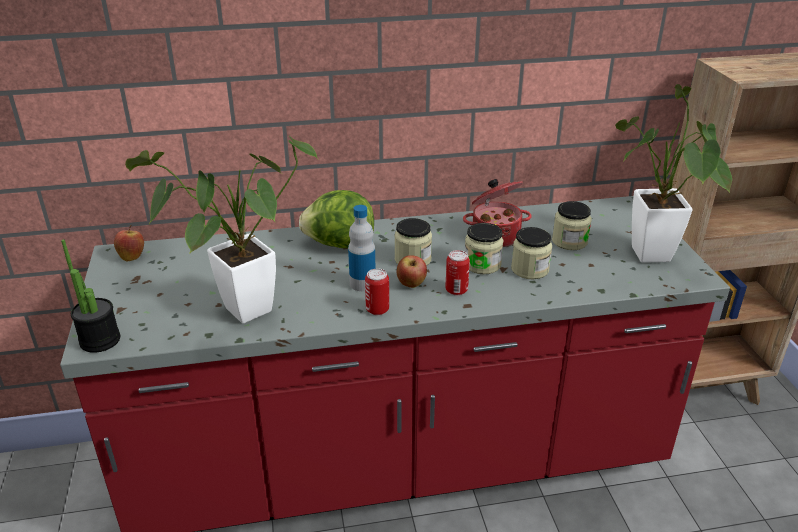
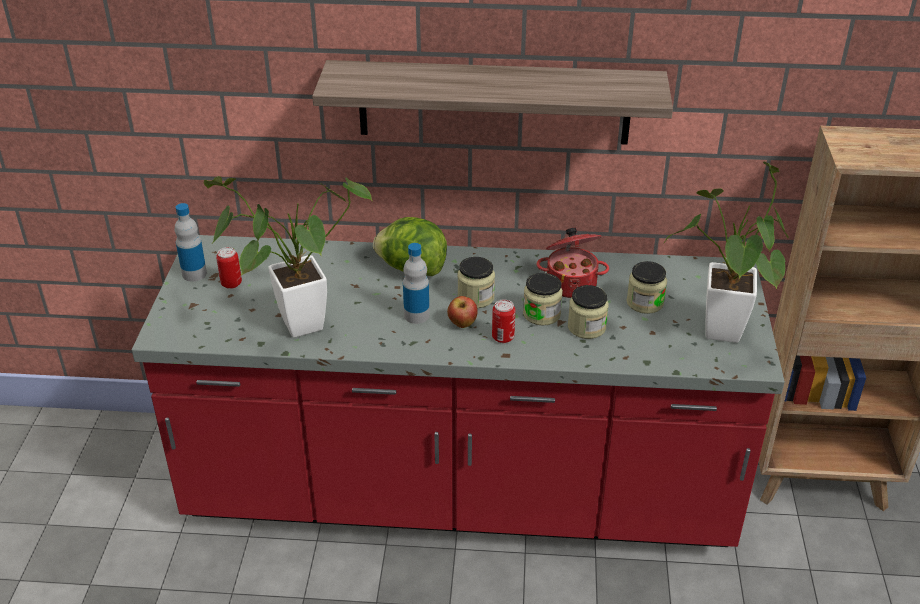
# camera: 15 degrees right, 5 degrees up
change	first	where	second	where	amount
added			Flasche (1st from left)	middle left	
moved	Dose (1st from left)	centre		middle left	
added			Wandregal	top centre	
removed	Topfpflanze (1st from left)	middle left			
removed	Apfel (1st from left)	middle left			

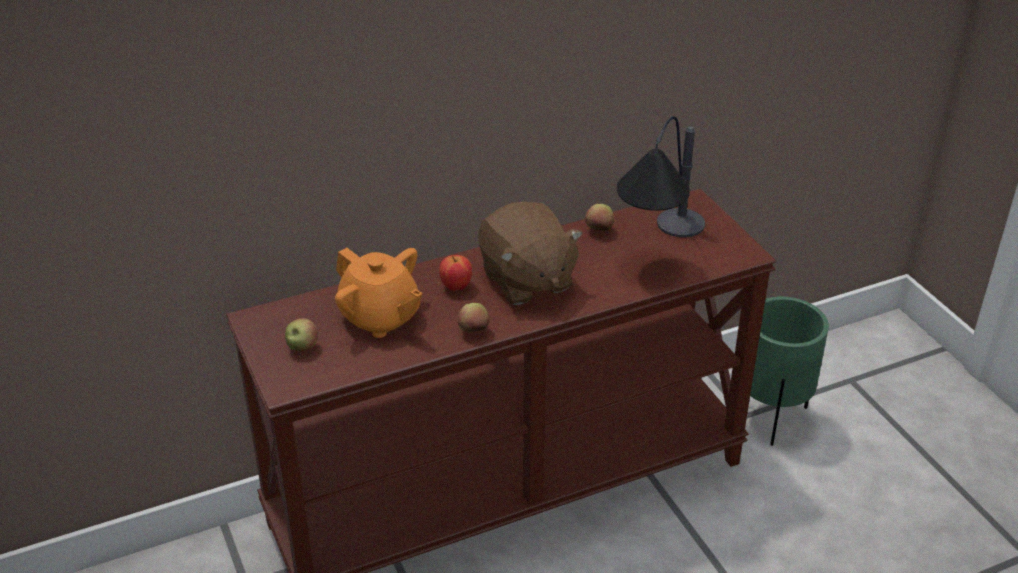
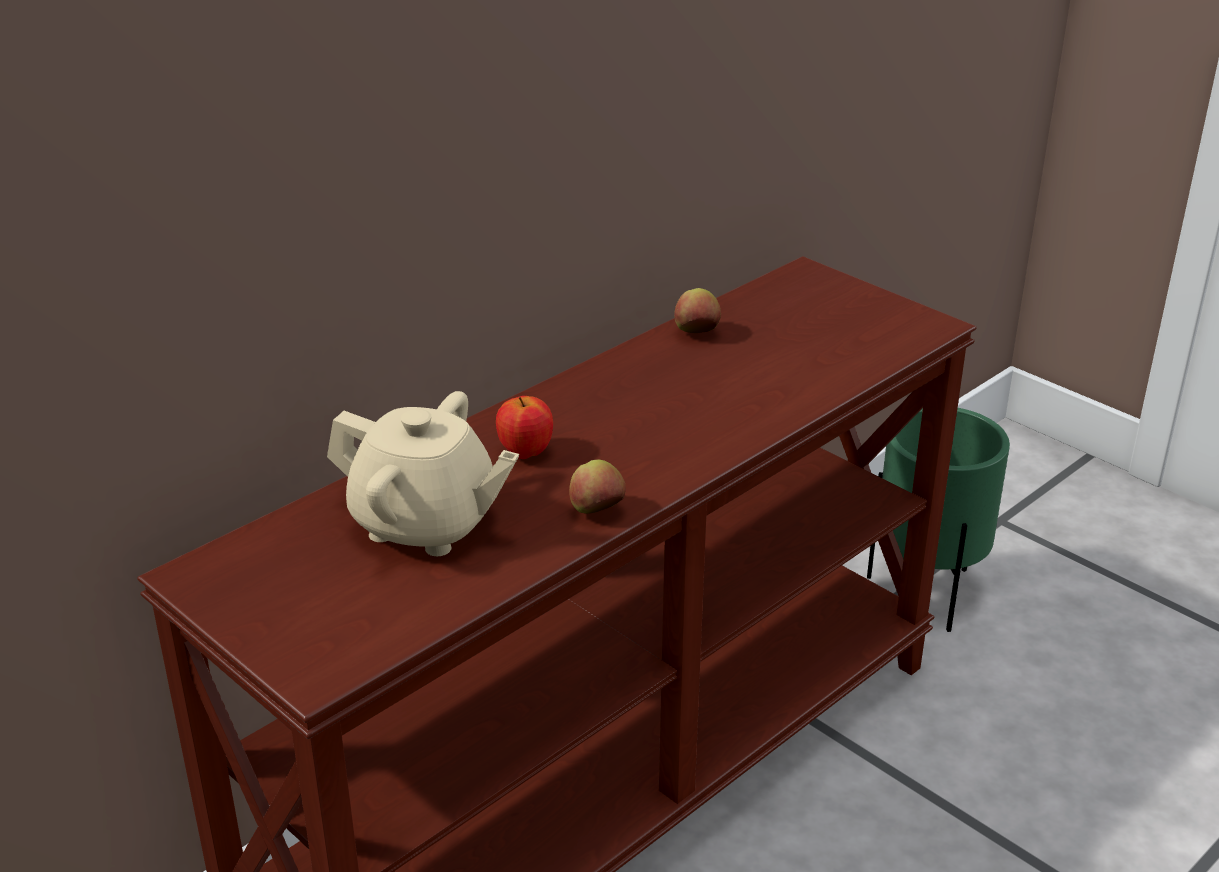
# camera: 20 degrees left, 5 degrees down
change	first	where	second	where	amount
recoloured	Teekanne [orange]	centre	Teekanne [beige]	centre	
removed	Apfel (1st from left)	middle left			
removed	Plüschtier [braun]	centre			
removed	Tischlampe	top centre			

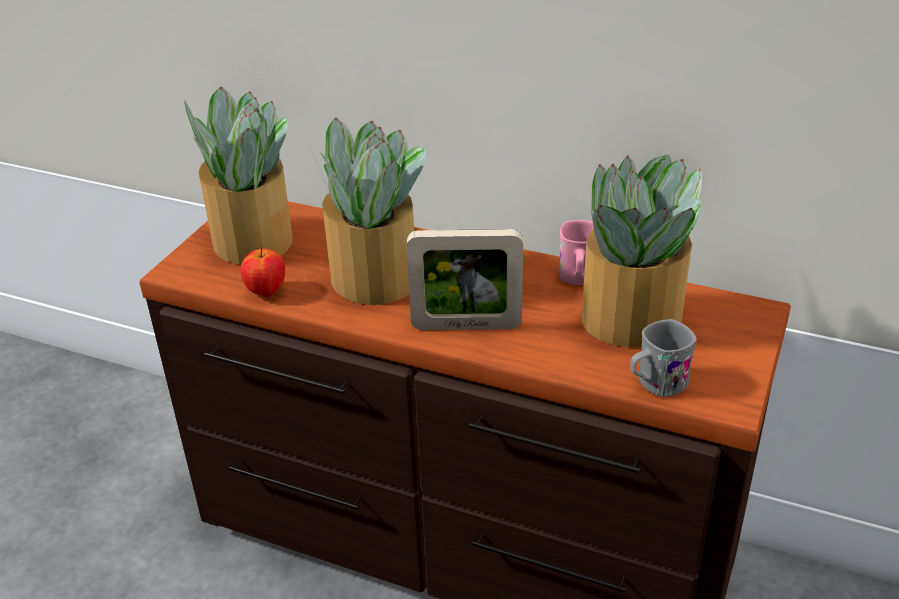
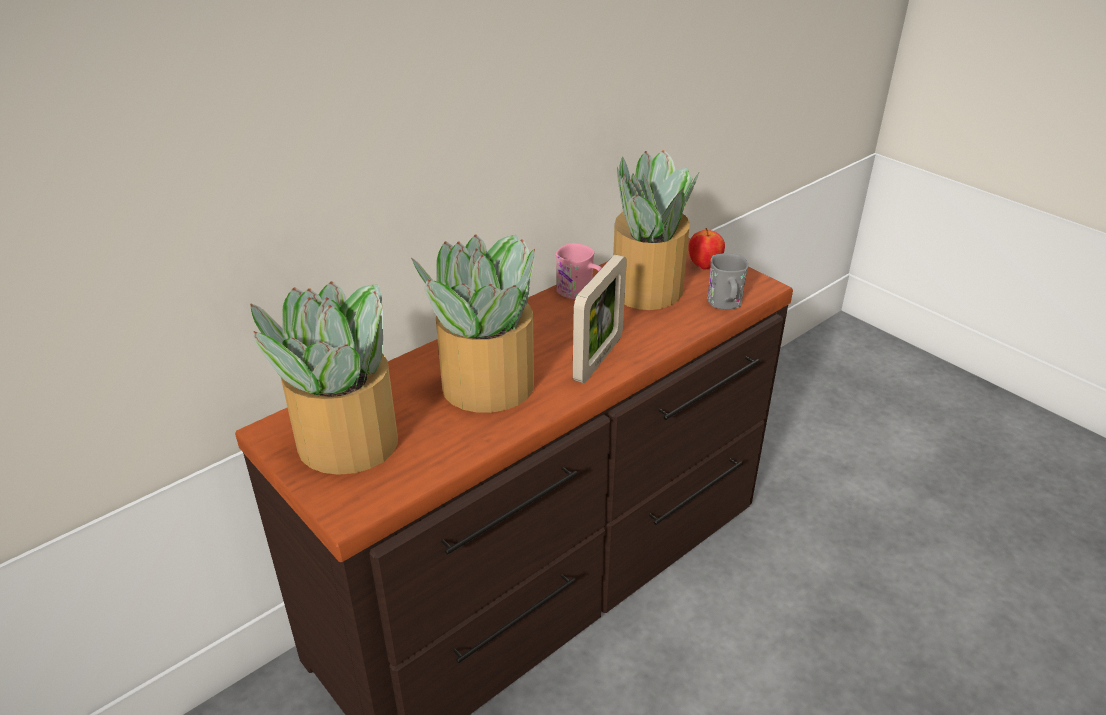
# camera: 65 degrees left, 0 degrees up
change	first	where	second	where	amount
moved	Apfel	middle left		centre	

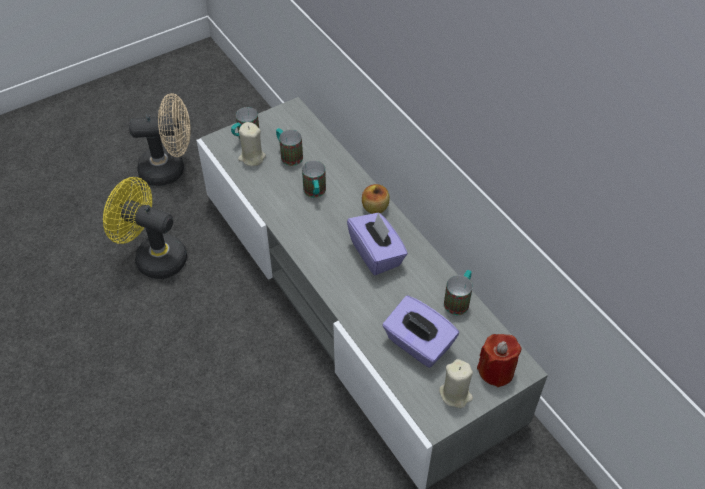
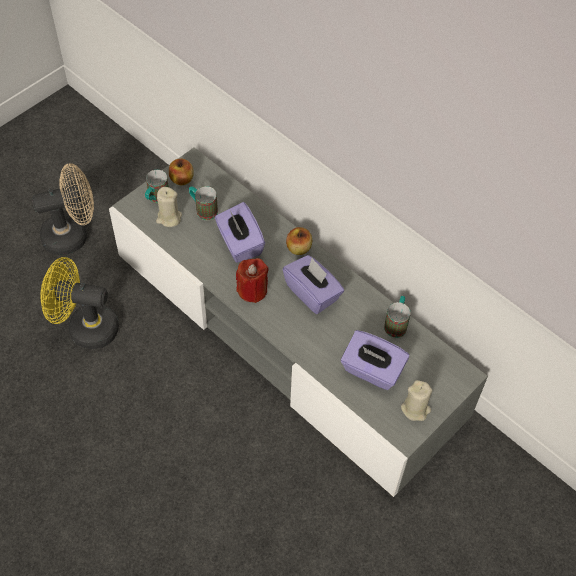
# camera: 15 degrees left, 5 degrees up
change	first	where	second	where	amount
added			Apfel (1st from left)	top left	
replaced	Henkelbecher (3rd from left)	centre	Taschentuchbox [lila] (1st from left)	centre	
moved	Kerze [rot]	bottom right		centre	

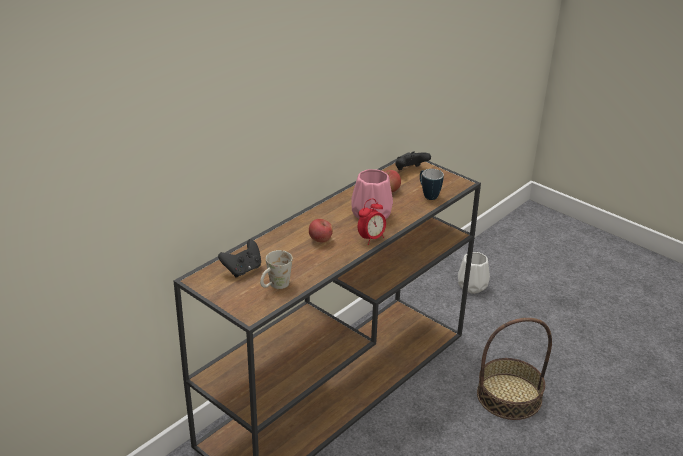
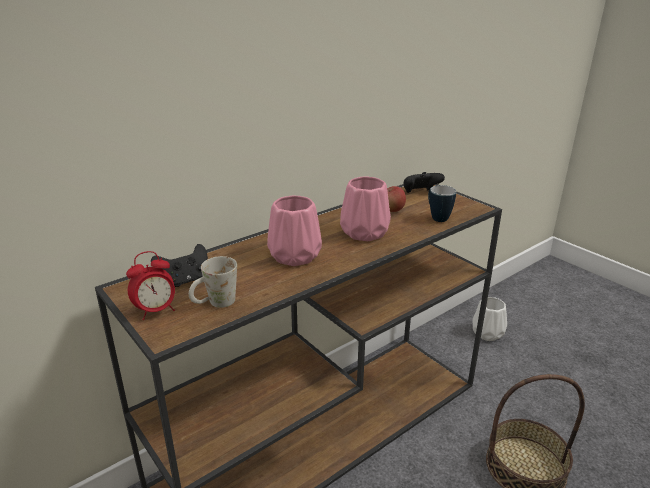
# camera: 10 degrees right, 5 degrees down
change	first	where	second	where	amount
moved	Wecker	centre		middle left	
replaced	Apfel (1st from left)	centre	Vase [rosa] (1st from left)	centre	

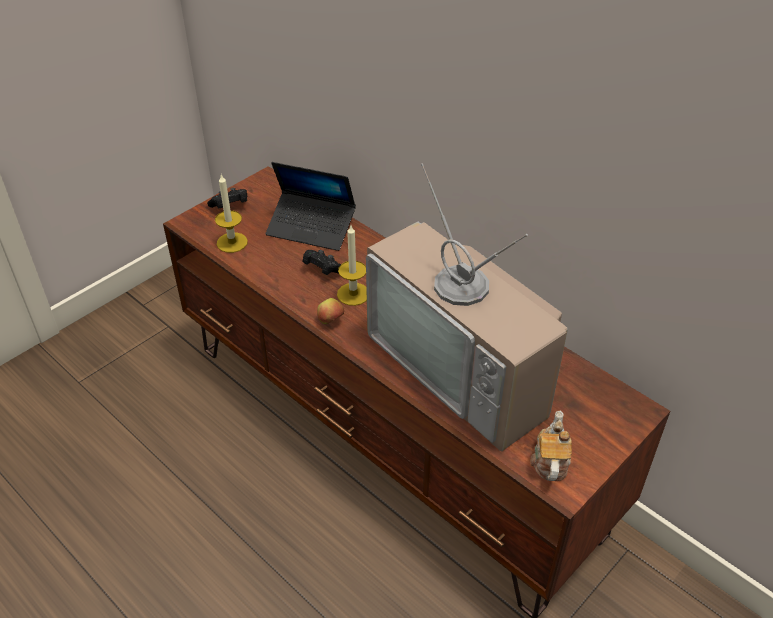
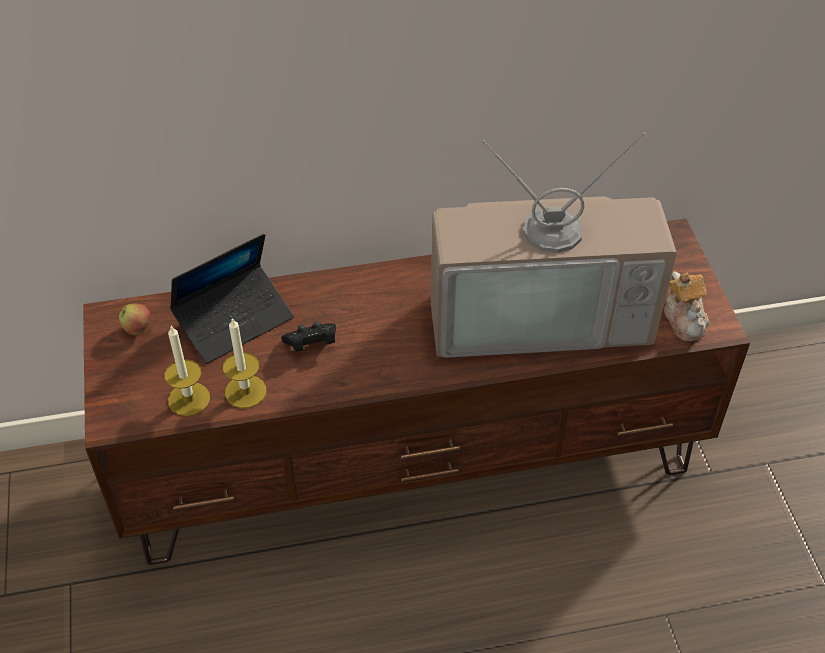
# camera: 55 degrees left, 5 degrees up
change	first	where	second	where	amount
moved	Apfel	centre		middle left	
moved	Kerze (2nd from left)	centre		middle left	
turned	Teekanne	bottom right		middle right	150 degrees counterclockwise
removed	Gamepad [schwarz] (1st from left)	top left			

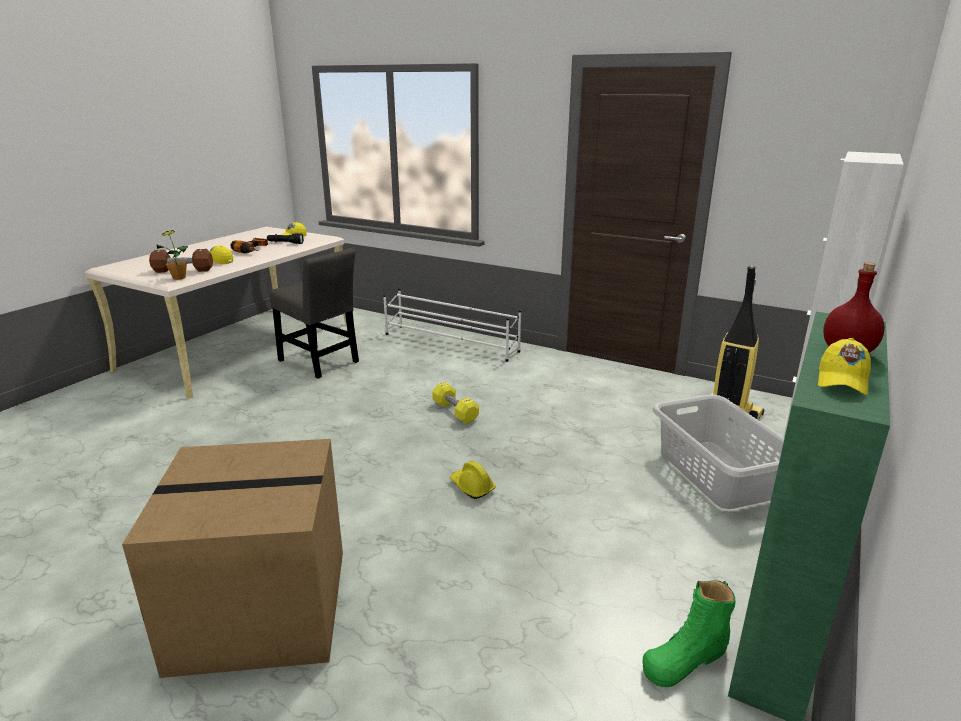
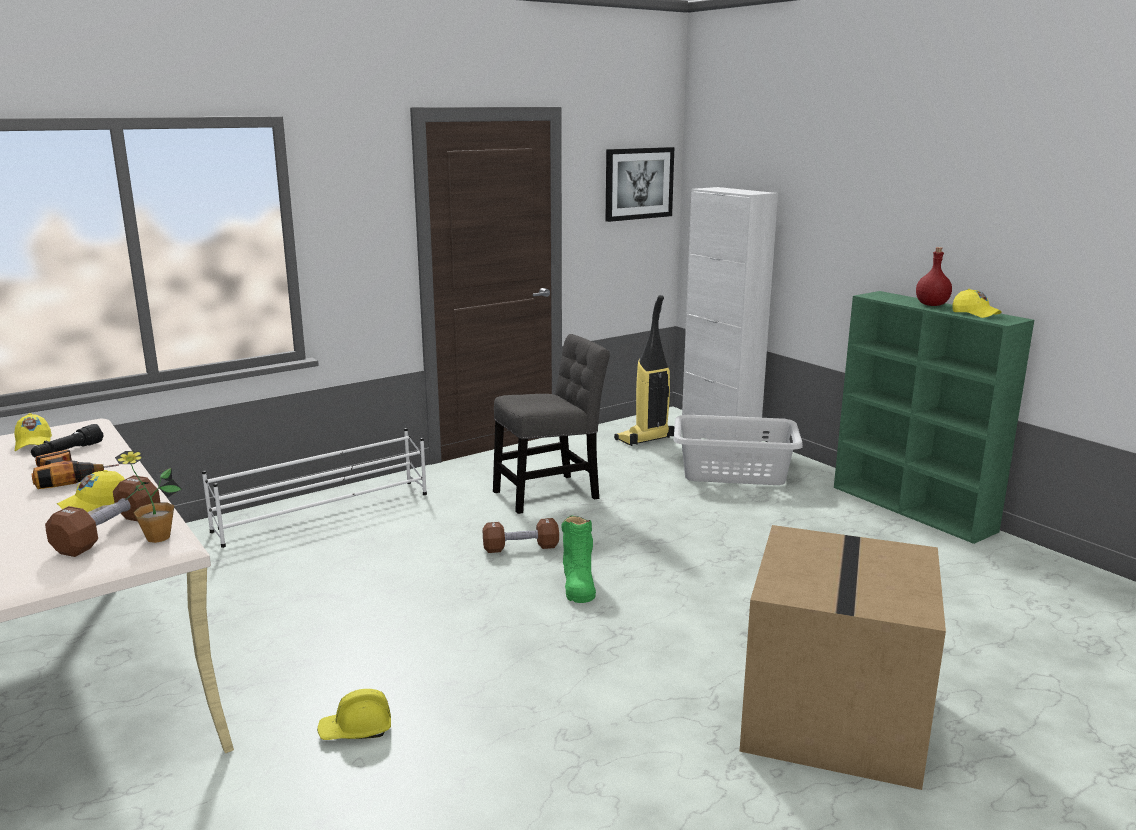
# camera: 65 degrees left, 5 degrees down
change	first	where	second	where	amount
moved	Schutzhelm [gelb]	centre		bottom left	
recoloured	Hantel [gelb]	centre	Hantel [braun] (2nd from left)	centre	
moved	Stuhl [grau]	middle left		centre	
moved	Stiefel [grün]	bottom right		bottom centre	
added			Bild	top centre	

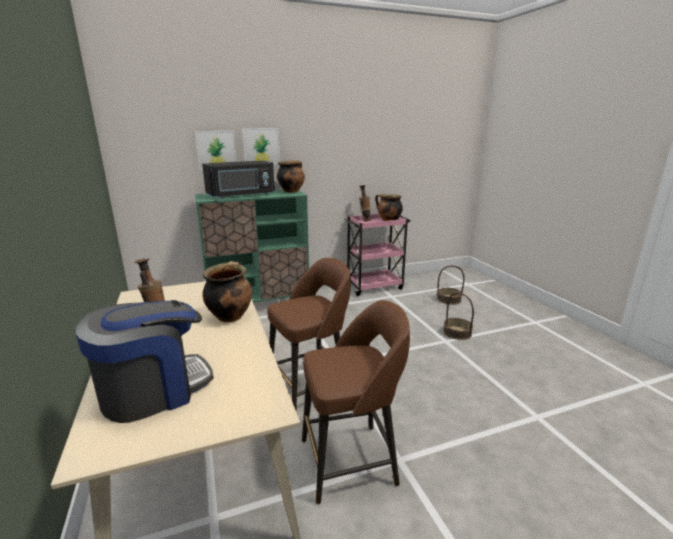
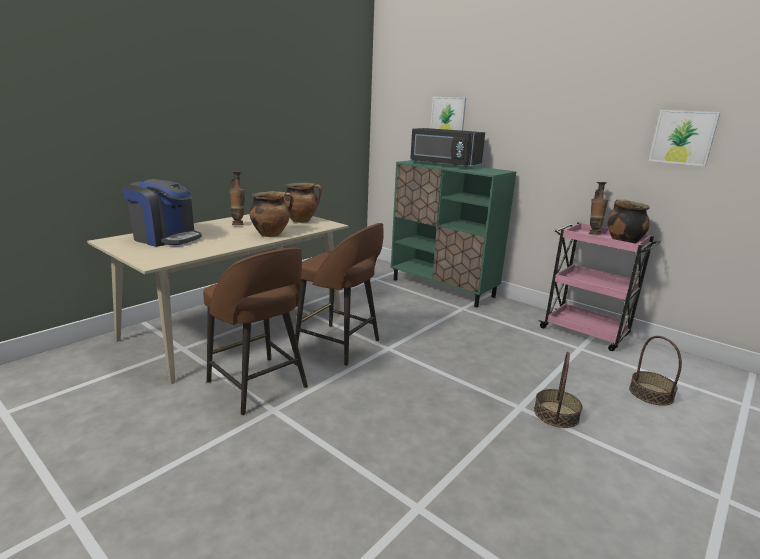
# camera: 60 degrees right, 0 degrees up
change	first	where	second	where	amount
moved	Kochtopf (2nd from left)	top centre		centre	
moved	Bild (2nd from left)	top centre		top right	

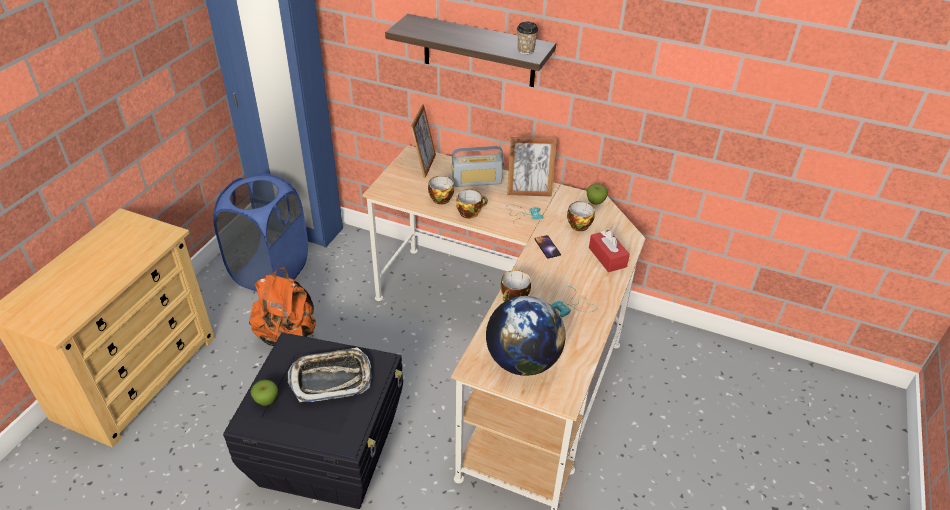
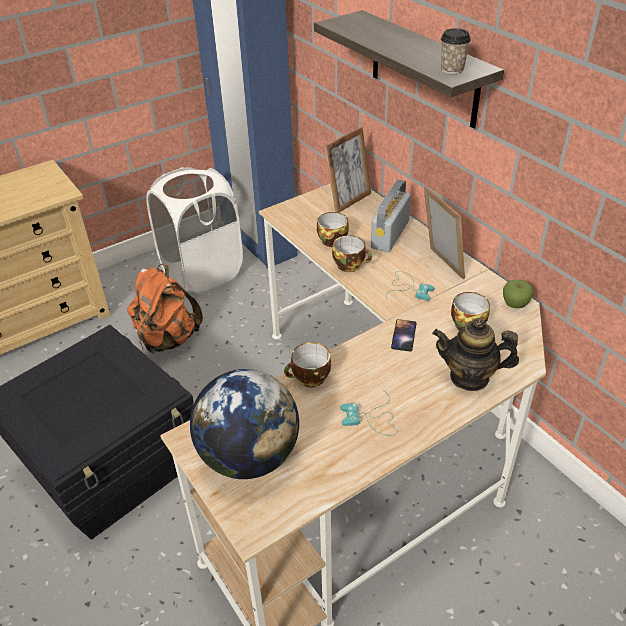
# camera: 35 degrees right, 0 degrees up
change	first	where	second	where	amount
recoloured	Wäschekorb [blau]	middle left	Wäschekorb [weiß]	middle left	
turned	Radio	top centre		centre	90 degrees clockwise
turned	Bilderrahmen (2nd from left)	top centre		middle right	150 degrees counterclockwise
replaced	Taschentuchbox [rot]	centre	Teekanne	middle right	
removed	Apfel (1st from left)	bottom left			
removed	Tablett	bottom centre			

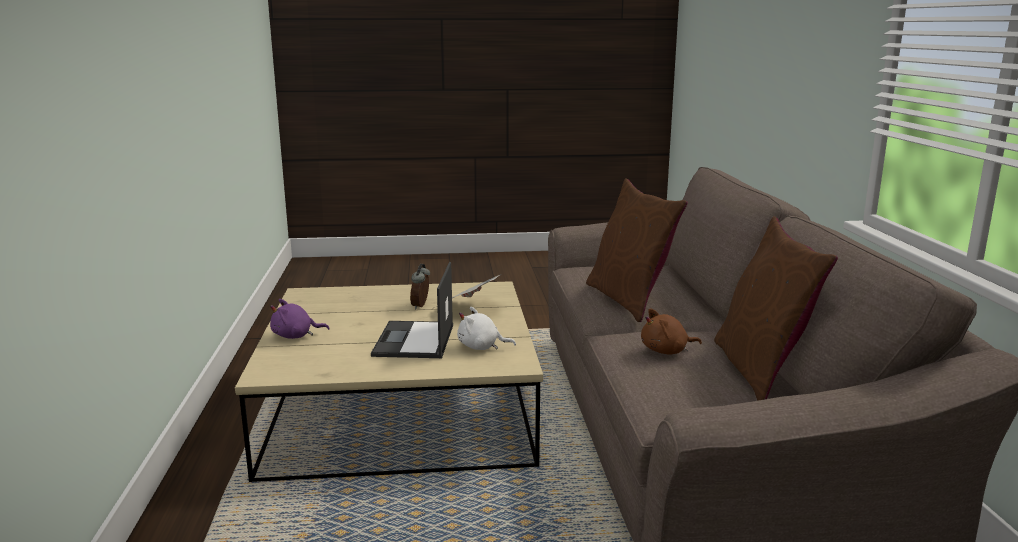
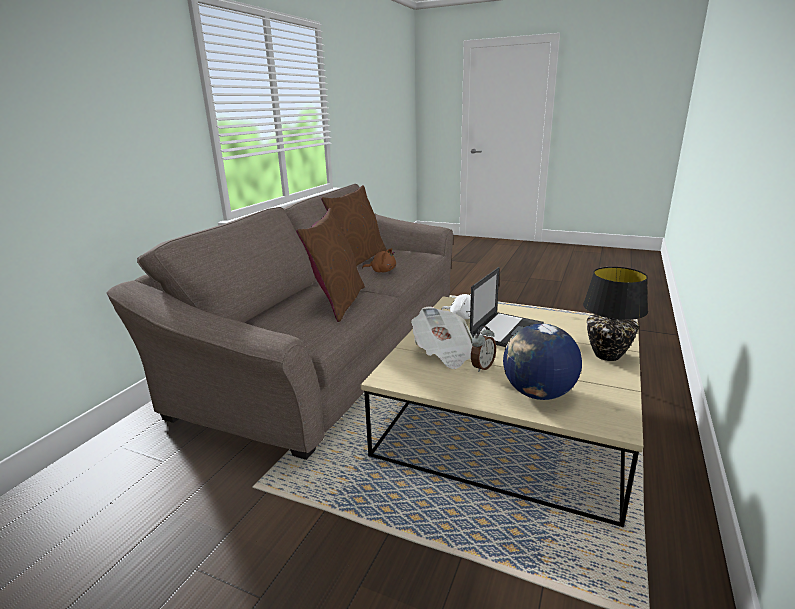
# camera: 150 degrees left, 5 degrees up
change	first	where	second	where	amount
added			Globus	middle right	
replaced	Plüschtier [lila]	middle left	Tischlampe [schwarz]	middle right	

